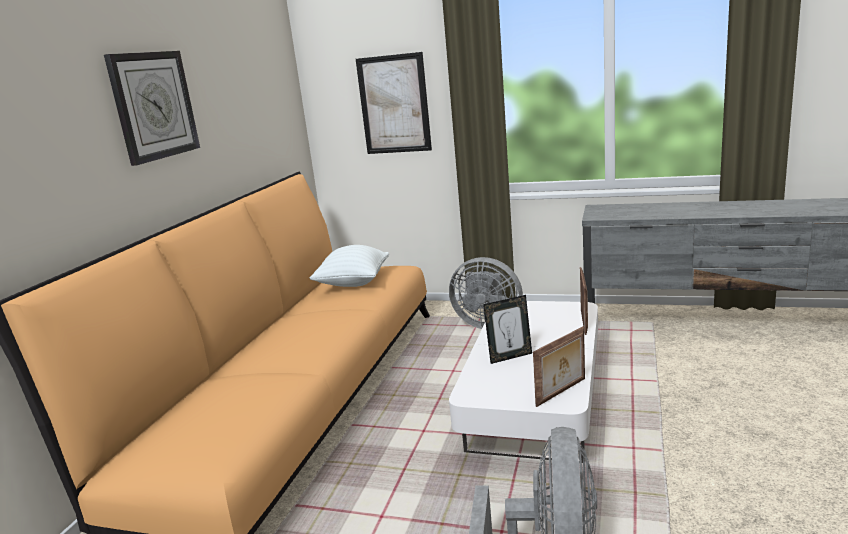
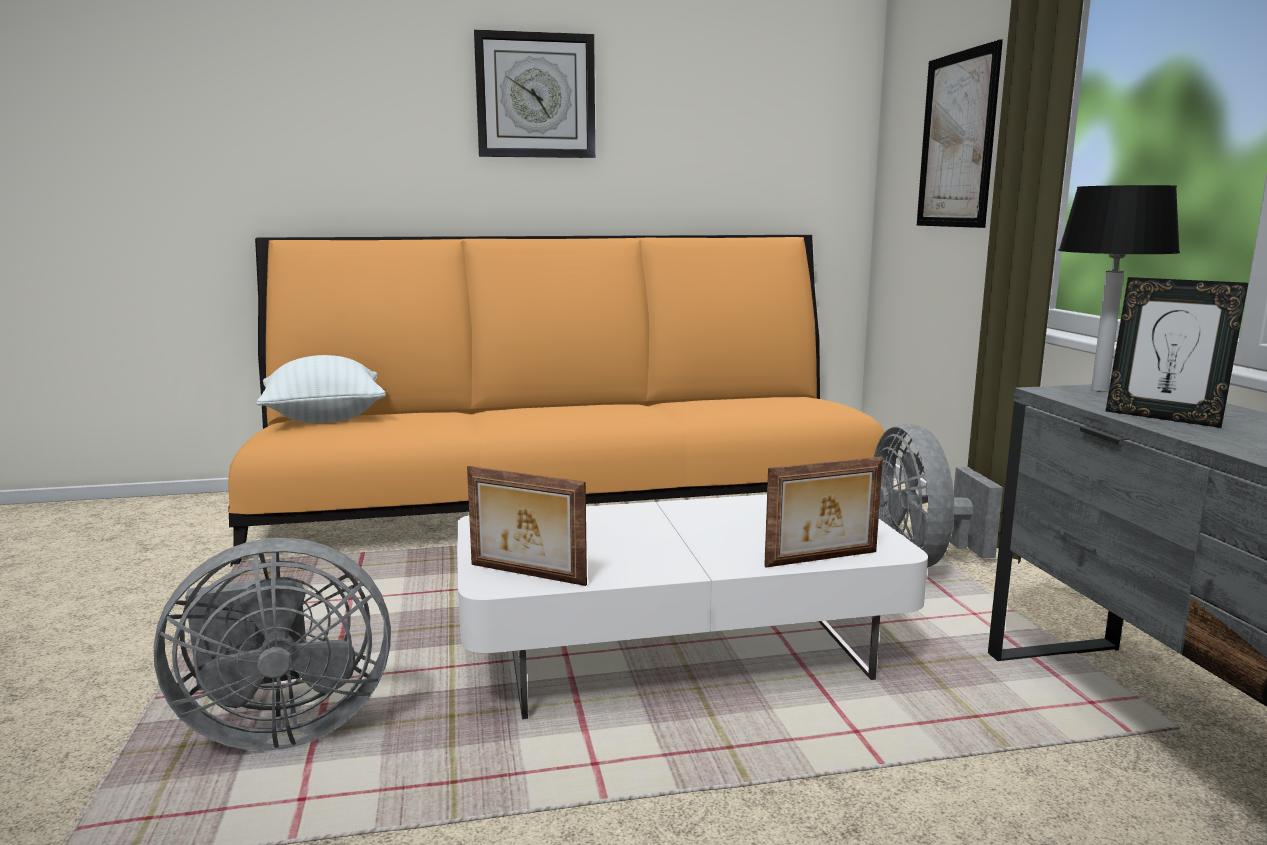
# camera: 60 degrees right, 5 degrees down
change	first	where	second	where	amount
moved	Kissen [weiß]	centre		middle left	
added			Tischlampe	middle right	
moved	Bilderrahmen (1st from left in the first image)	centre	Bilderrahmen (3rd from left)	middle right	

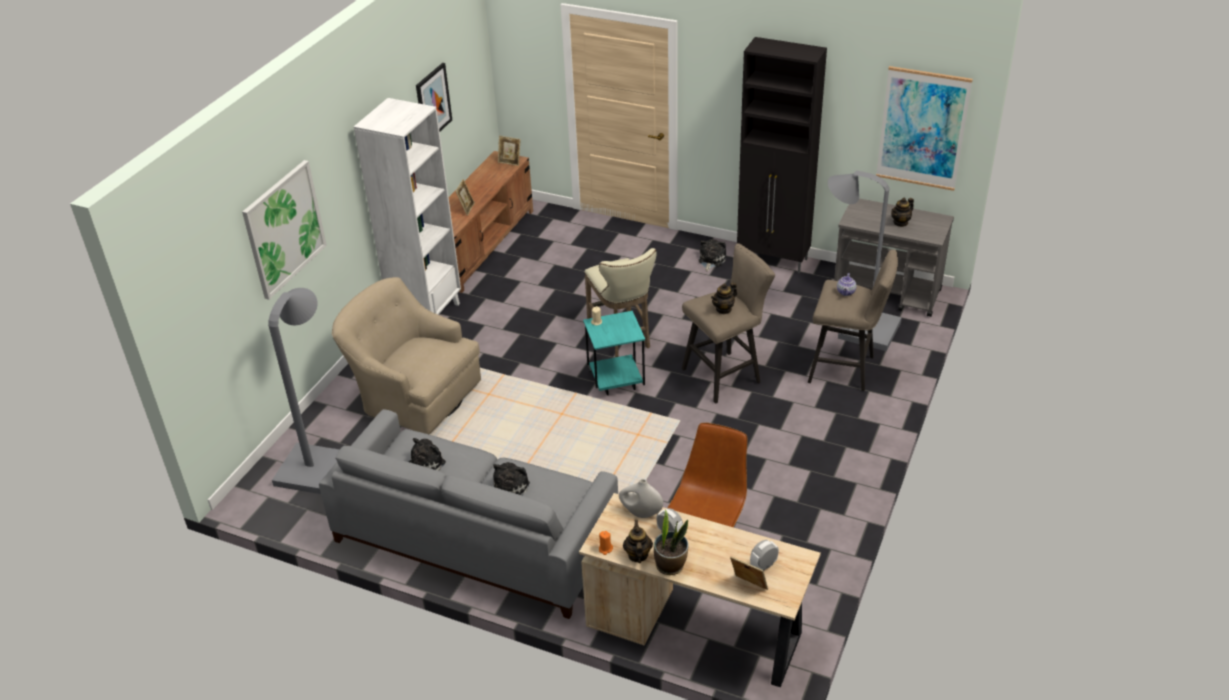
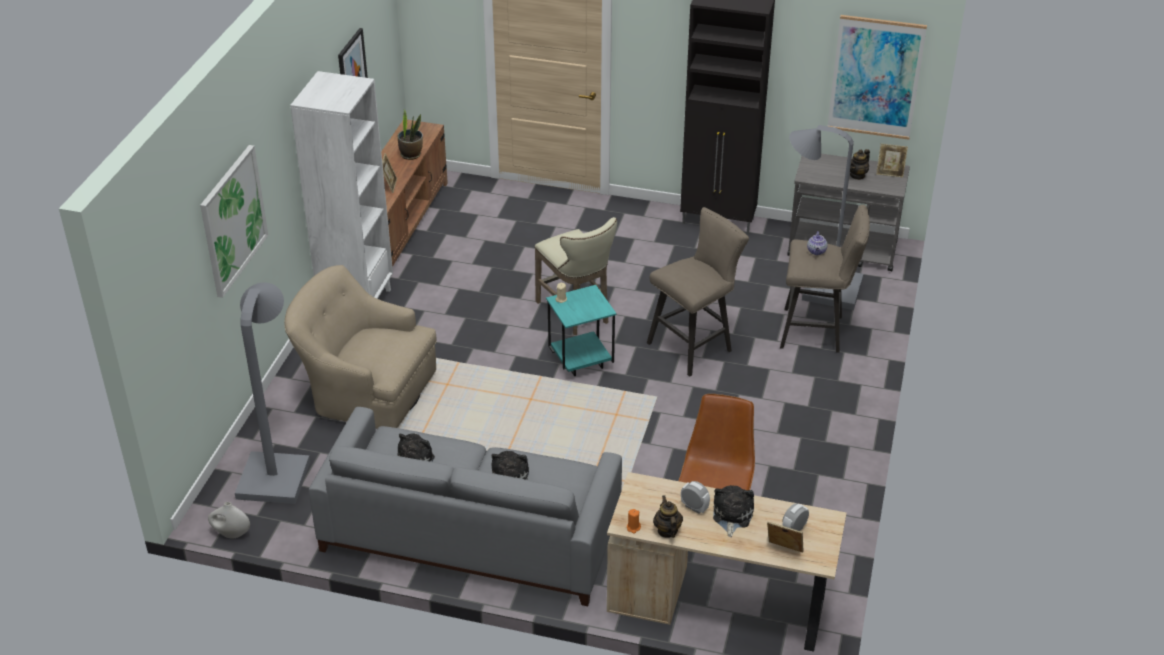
# camera: 10 degrees left, 0 degrees up
change	first	where	second	where	amount
moved	Vase [weiß]	bottom centre		bottom left	
moved	Topfpflanze	bottom centre		top centre	
moved	Plüschtier (3rd from left)	centre		bottom centre	
moved	Bilderrahmen (2nd from left in the first image)	top centre	Bilderrahmen (3rd from left)	top right	
removed	Teekanne (2nd from left)	centre			

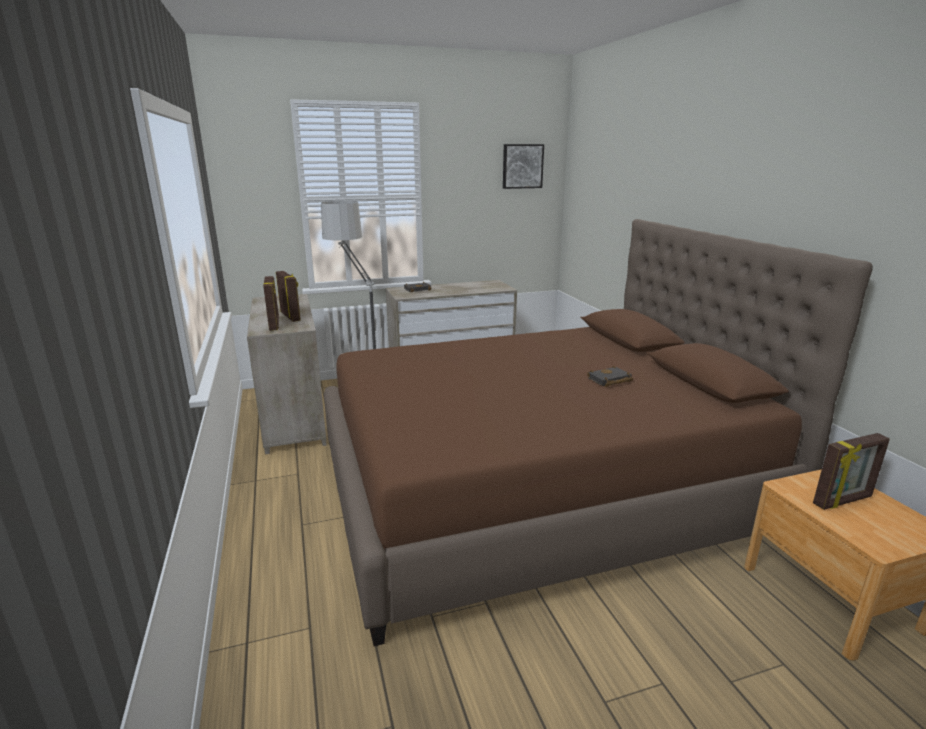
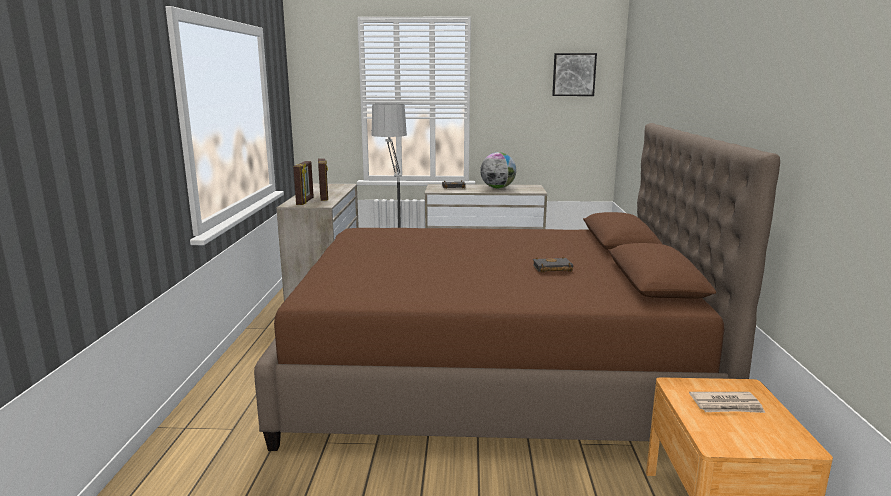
# camera: 20 degrees right, 5 degrees down
change	first	where	second	where	amount
added			Globus	centre	
replaced	Bilderrahmen (3rd from left)	middle right	Zeitung	bottom right	

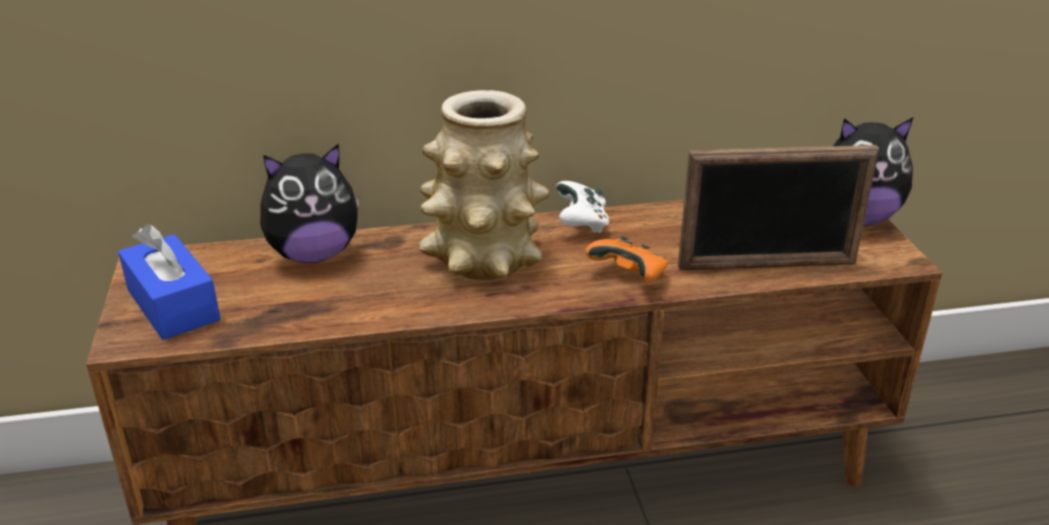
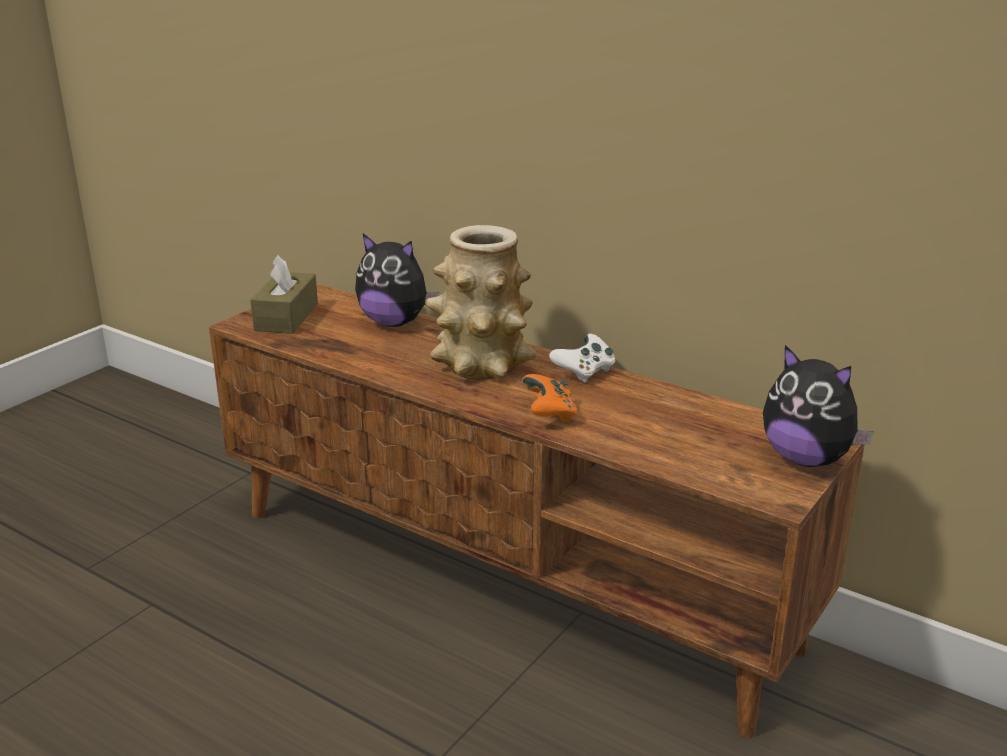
# camera: 45 degrees right, 5 degrees down
change	first	where	second	where	amount
recoloured	Taschentuchbox [blau]	middle left	Taschentuchbox [braun]	middle left	
removed	Bilderrahmen	middle right			

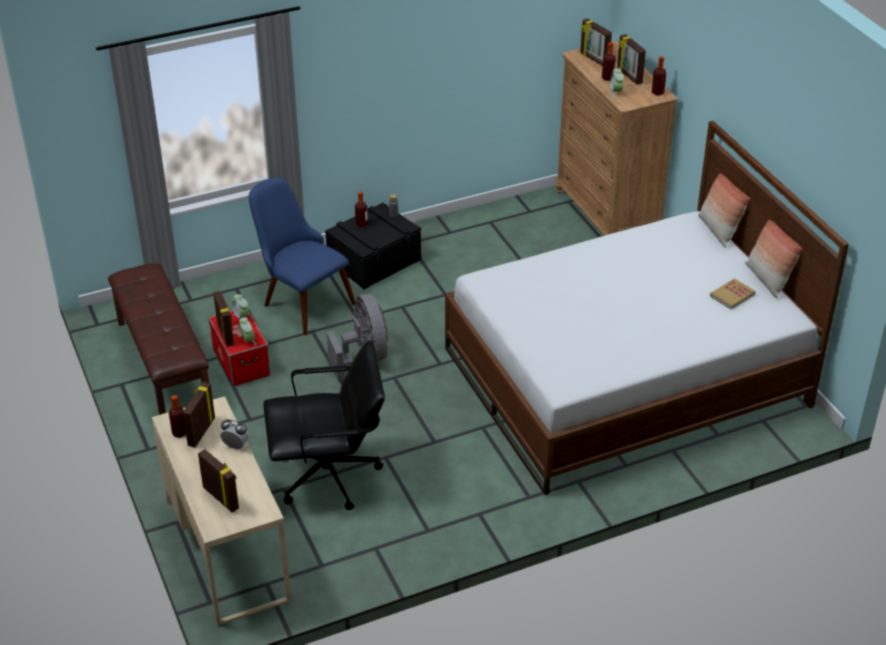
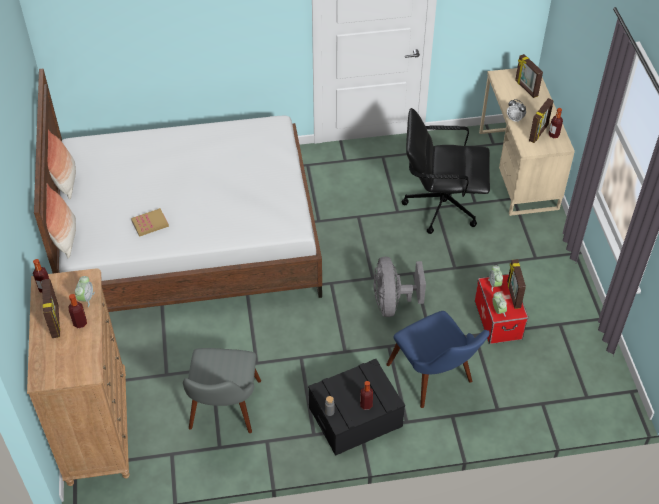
# camera: 165 degrees left, 10 degrees up
change	first	where	second	where	amount
moved	Buch	middle right		middle left	
added			Stuhl [grau]	bottom centre	
removed	Bank [braun]	middle left			
removed	Bilderrahmen (4th from left)	top right			

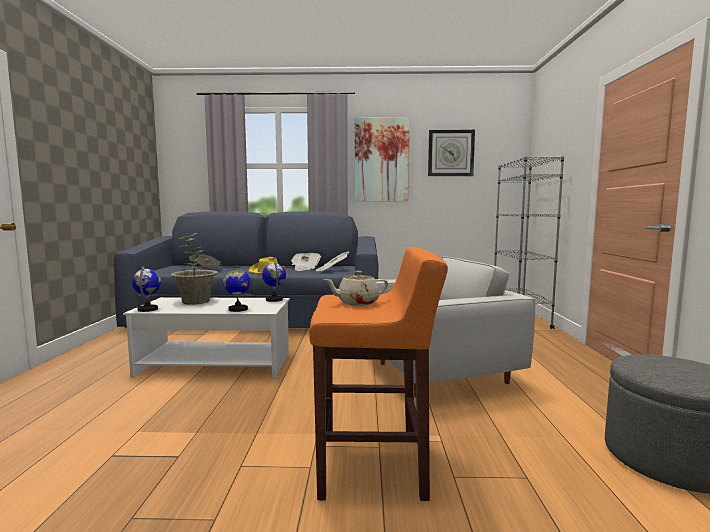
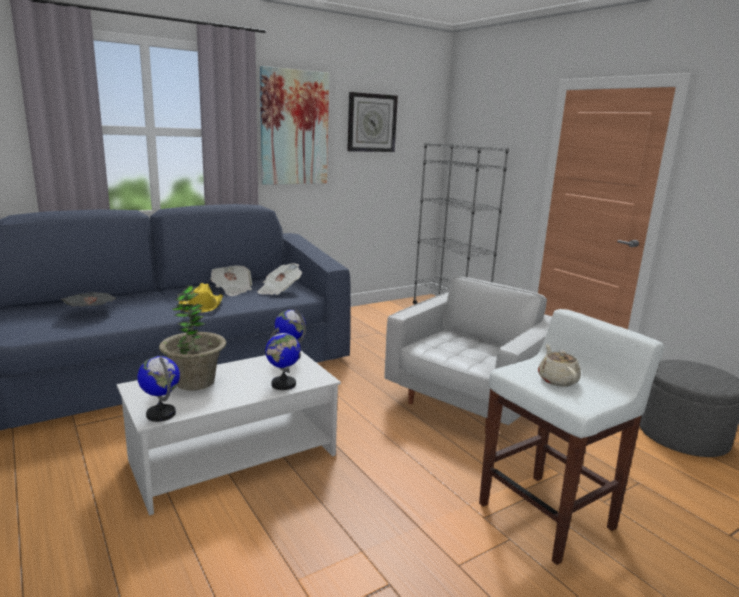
# camera: 35 degrees left, 10 degrees up
change	first	where	second	where	amount
recoloured	Hocker [orange]	bottom centre	Hocker [weiß]	bottom right	
turned	Teekanne [beige]	centre		middle right	135 degrees clockwise

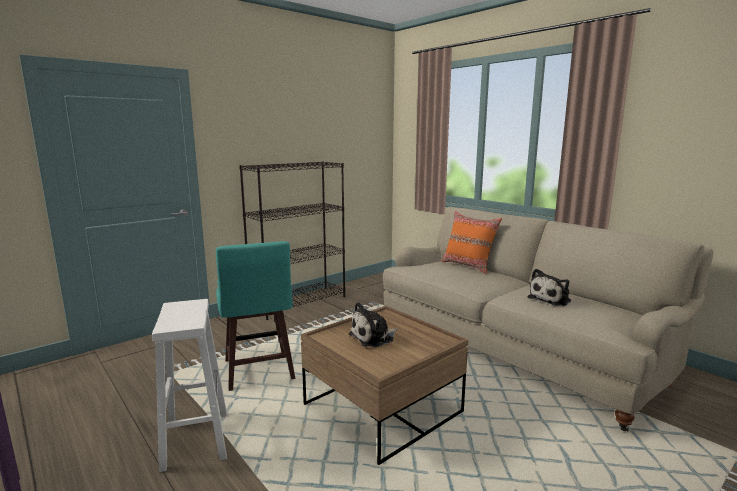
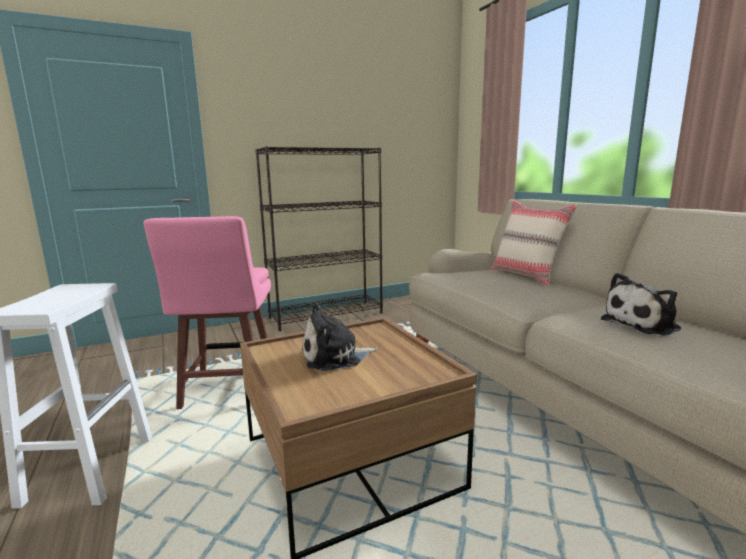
# camera: 15 degrees right, 0 degrees up
change	first	where	second	where	amount
recoloured	Hocker [türkis]	centre	Hocker [rosa]	middle left	
recoloured	Kissen [orange]	centre	Kissen [beige]	middle right	

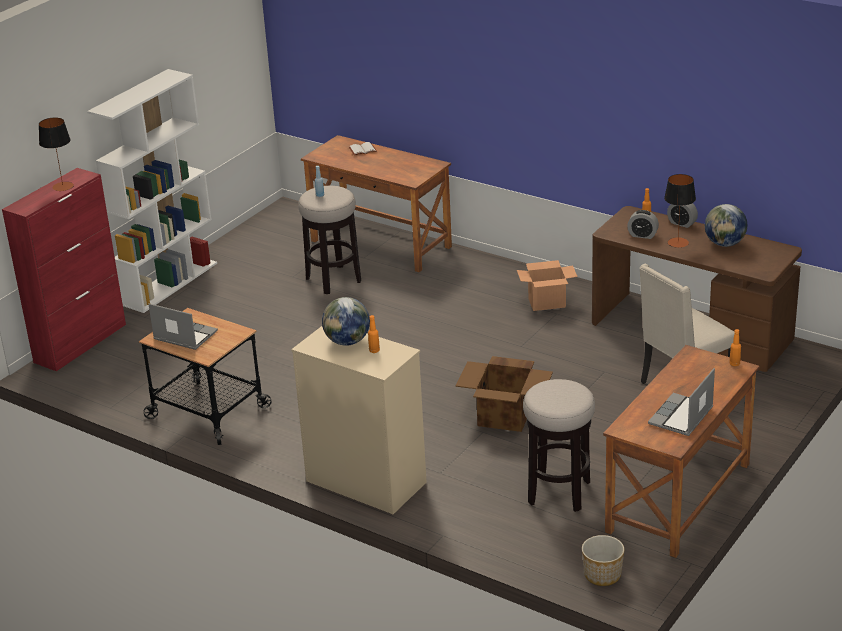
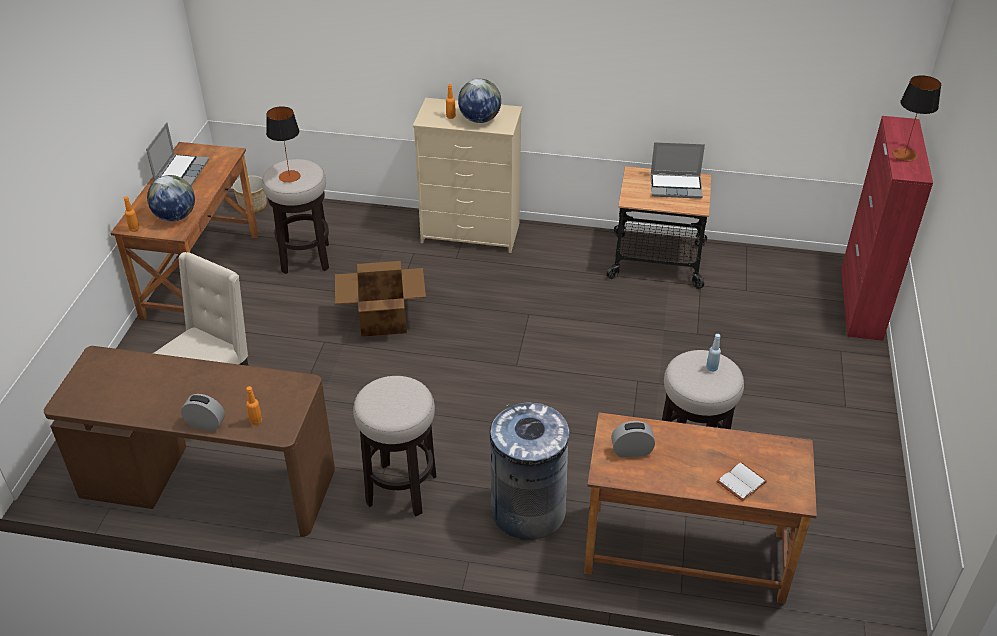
# camera: 155 degrees right, 10 degrees up
change	first	where	second	where	amount
moved	Globus (2nd from left in the first image)	middle right	Globus (1st from left)	top left	
moved	Tischlampe (2nd from left in the first image)	middle right	Tischlampe (1st from left)	top left	
replaced	Karton (2nd from left)	centre	Hocker (2nd from left)	bottom centre	
added			Mülleimer [grau]	bottom centre	
moved	Wecker (1st from left in the first image)	middle right	Wecker (2nd from left)	bottom centre	
removed	Bücherregal [weiß]	top left			

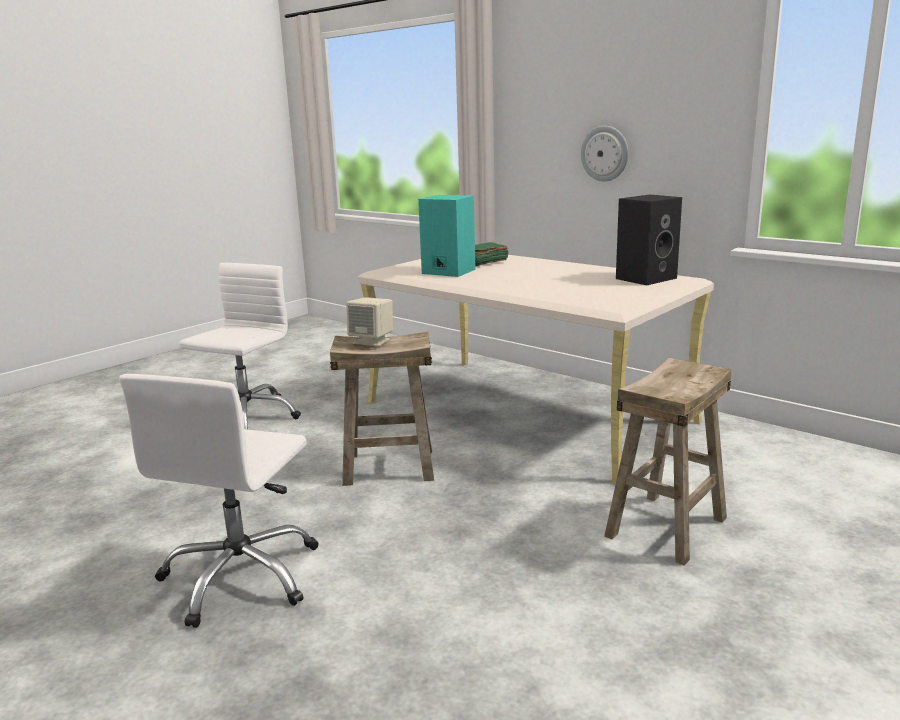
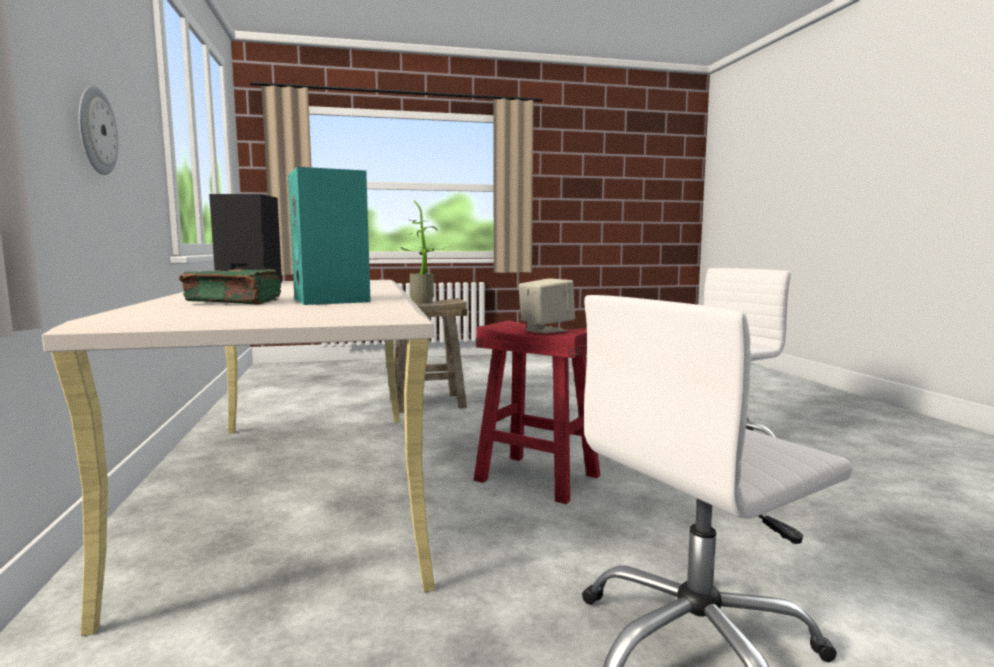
# camera: 145 degrees left, 10 degrees down
change	first	where	second	where	amount
added			Topfpflanze	centre	
recoloured	Hocker [beige] (1st from left)	centre	Hocker [rot]	centre	

